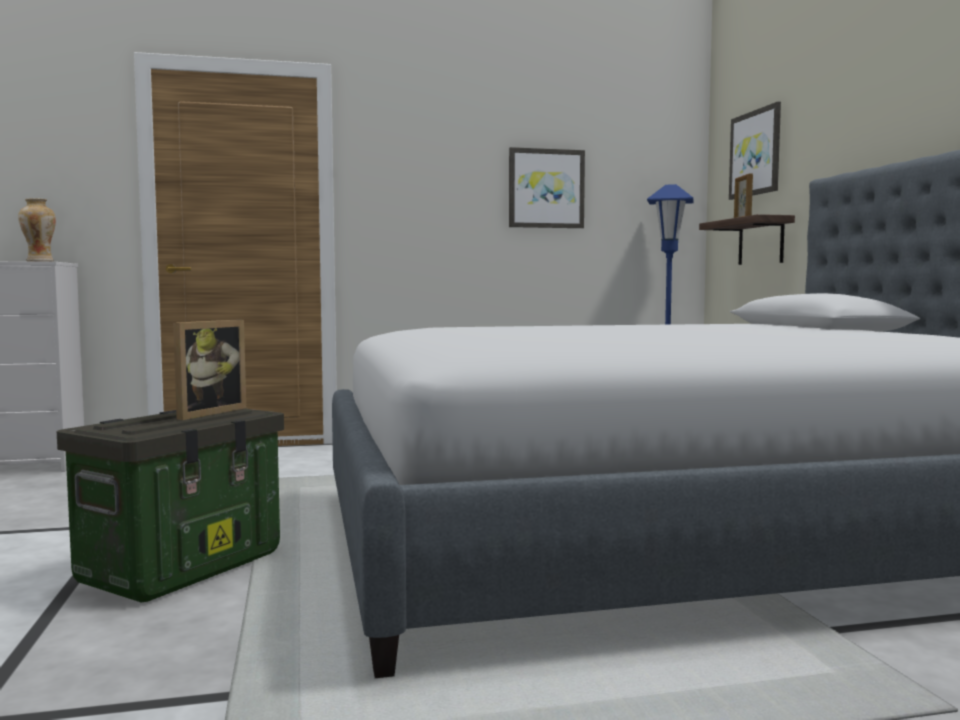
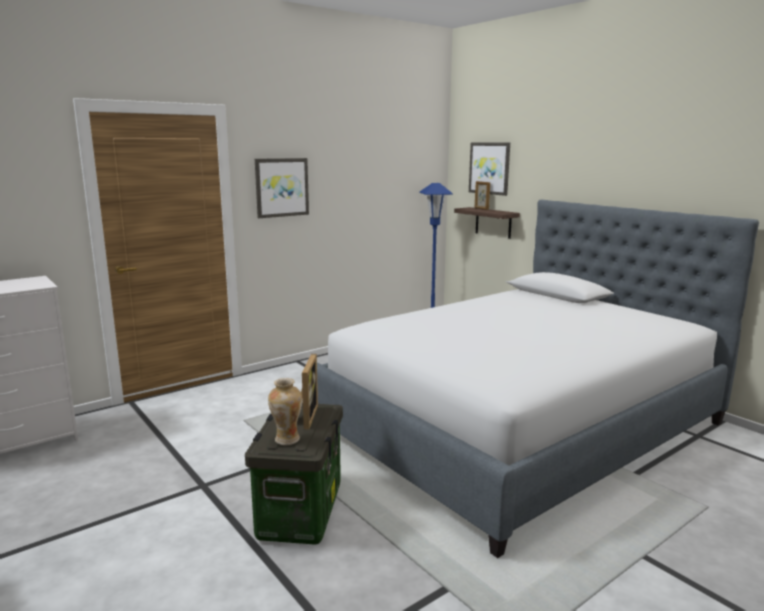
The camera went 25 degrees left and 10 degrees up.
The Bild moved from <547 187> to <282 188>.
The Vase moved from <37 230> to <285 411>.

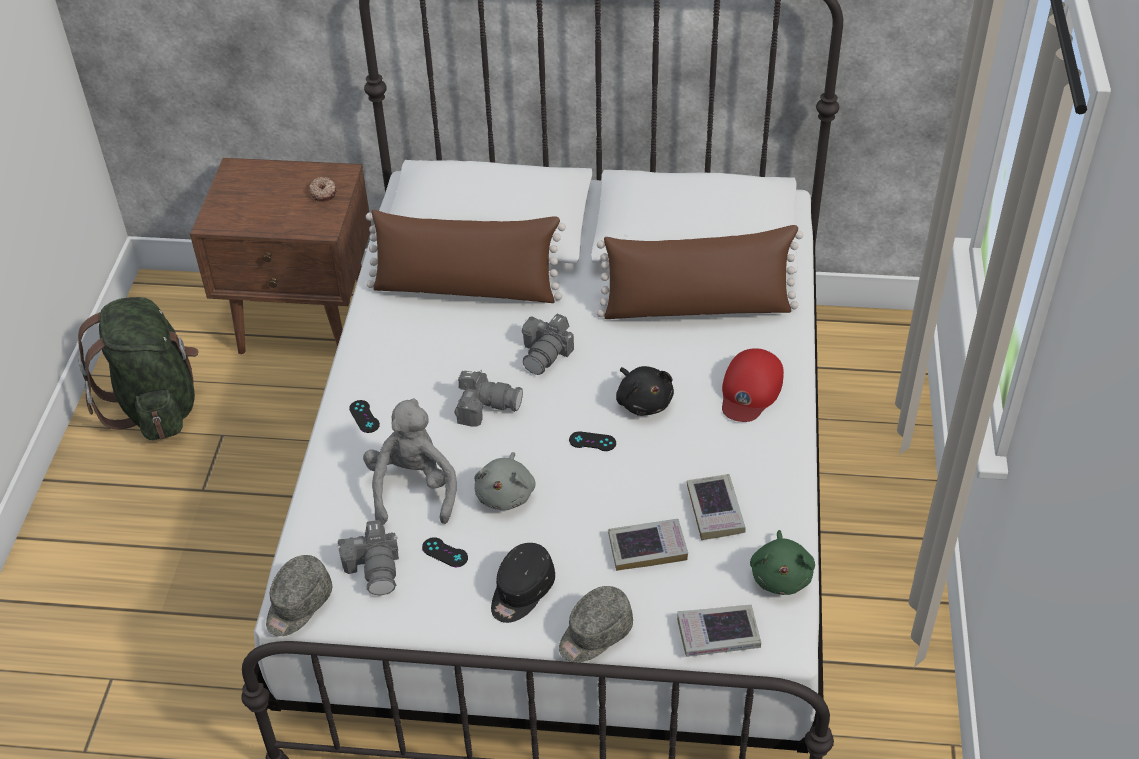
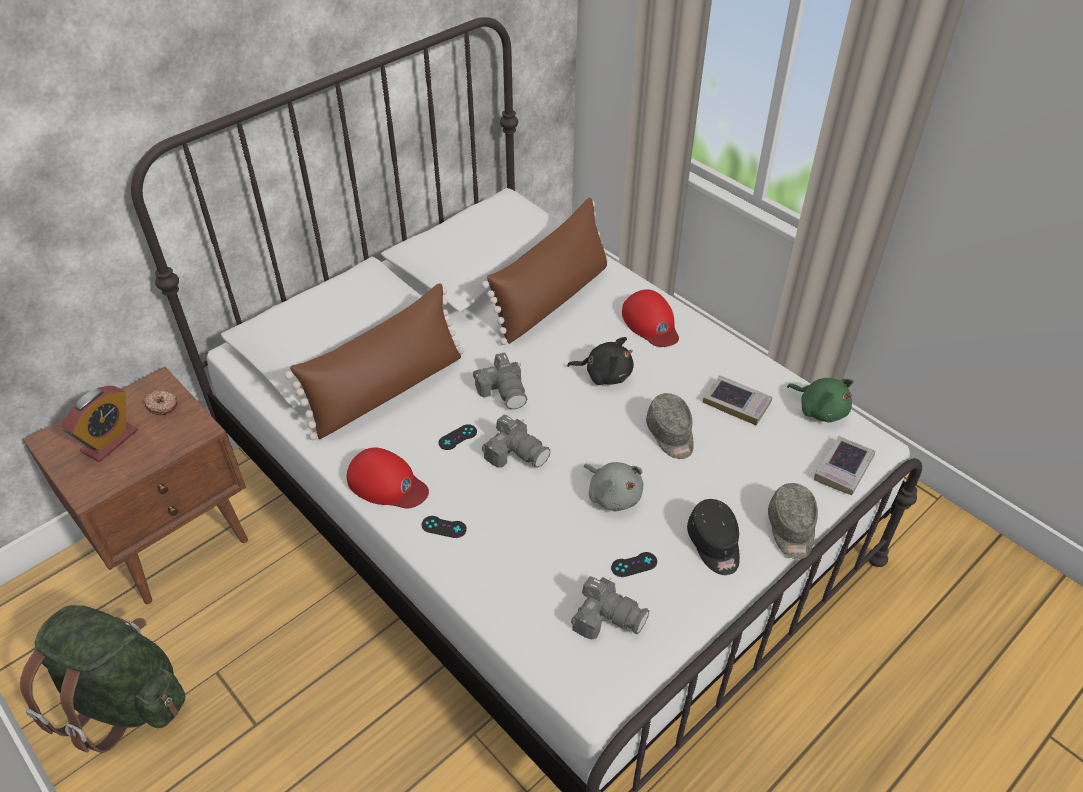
The camera went 50 degrees left and 0 degrees up.
The Wecker at <100 424> appeared.
The Kappe [rot] at <388 478> appeared.
The Gamepad [schwarz] moved from <592 441> to <458 437>.
The Kamera at <489 398> turned 75 degrees clockwise.
The Kappe [grau] moved from <299 595> to <670 426>.
The Plüschtier [grau] at <410 461> disappeared.
The Buch at <648 545> disappeared.

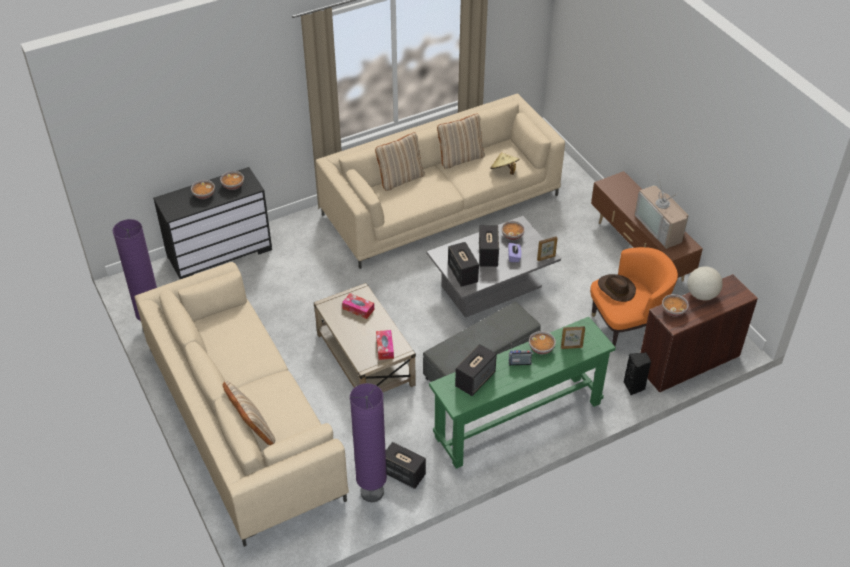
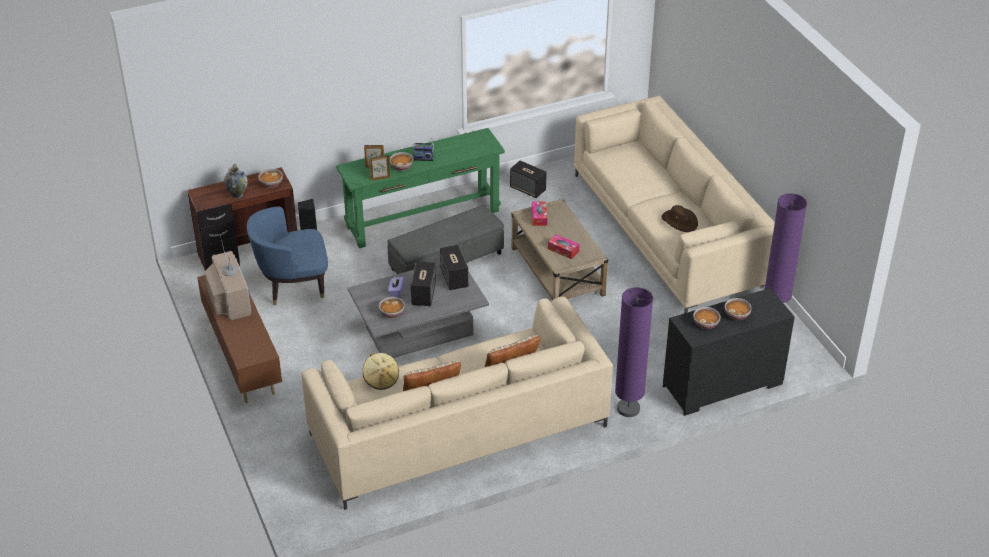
The camera went 175 degrees left and 5 degrees down.
The Globus at <705 283> was replaced by the Vase at <236 181>.
The Sessel [orange] at <634 296> became the Sessel [blau] at <287 256>.
The Bilderrahmen moved from <547 248> to <379 168>.
The Stehlampe [lila] moved from <368 442> to <634 352>.
The Hut [braun] moved from <617 288> to <679 218>.
The Kissen [beige] at <249 413> disappeared.
The Lautsprecher at <476 370> disappeared.

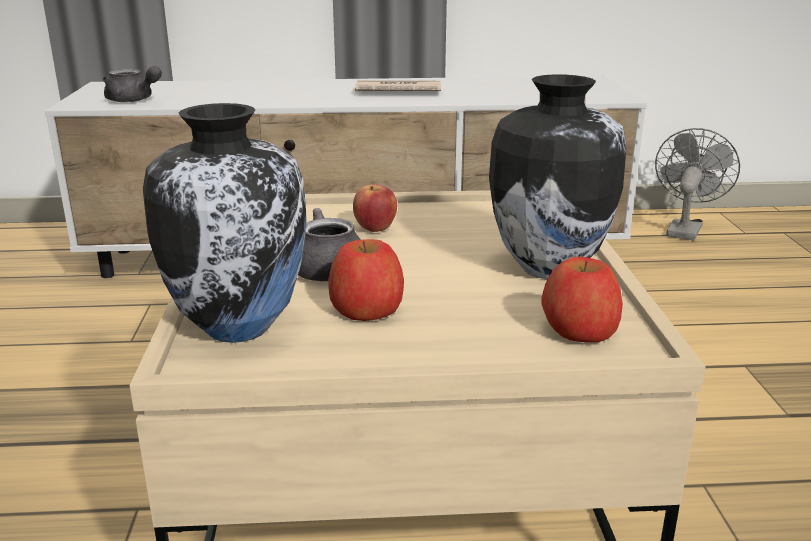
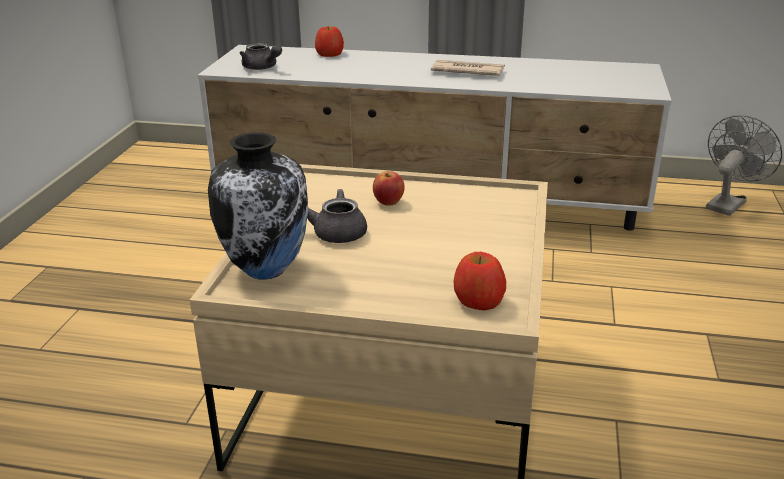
The camera went 15 degrees right and 5 degrees up.
The Apfel moved from <366 280> to <329 42>.
The Vase at <557 176> disappeared.

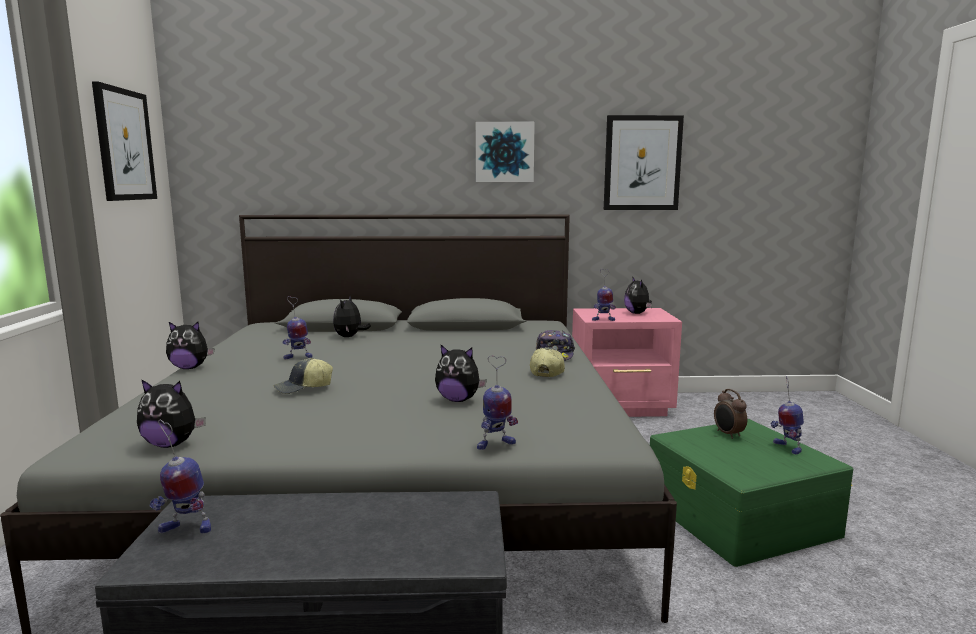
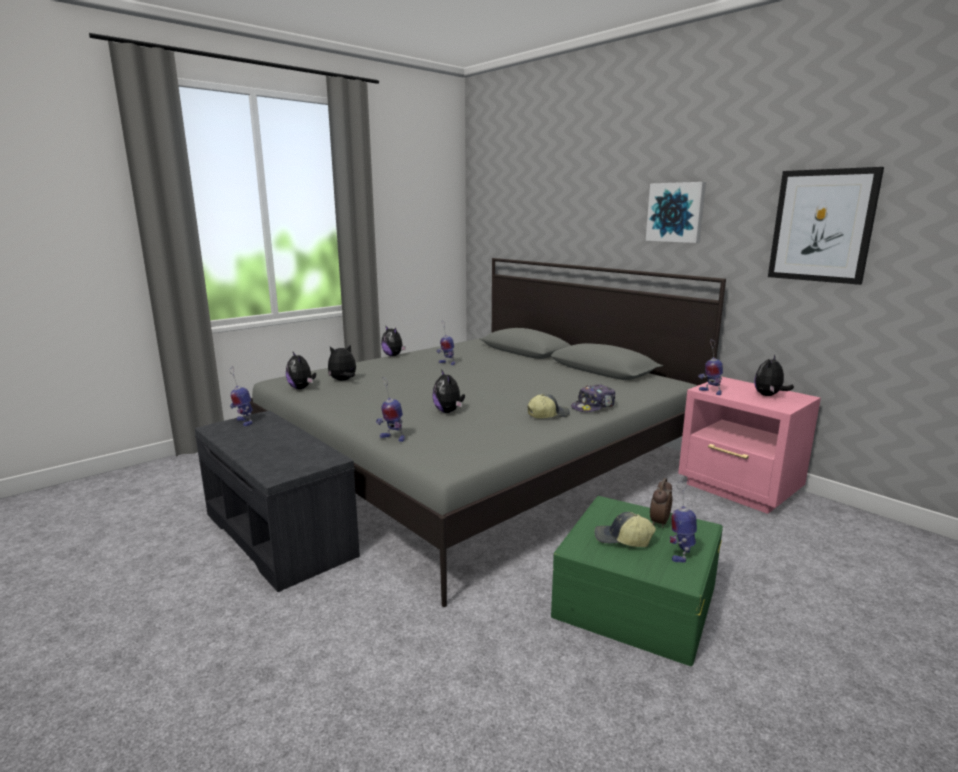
The camera went 50 degrees right and 5 degrees up.
The Plüschtier moved from <352 316> to <342 362>.
The Kappe moved from <303 376> to <625 529>.
The Bild at <124 141> disappeared.

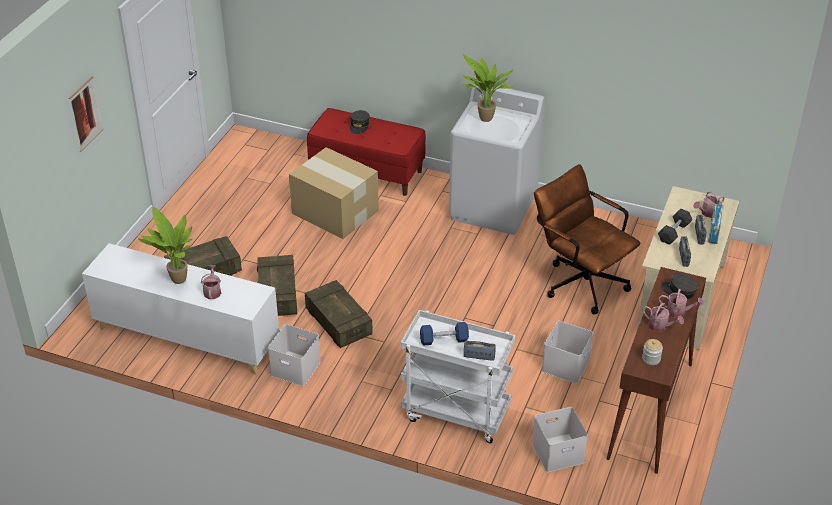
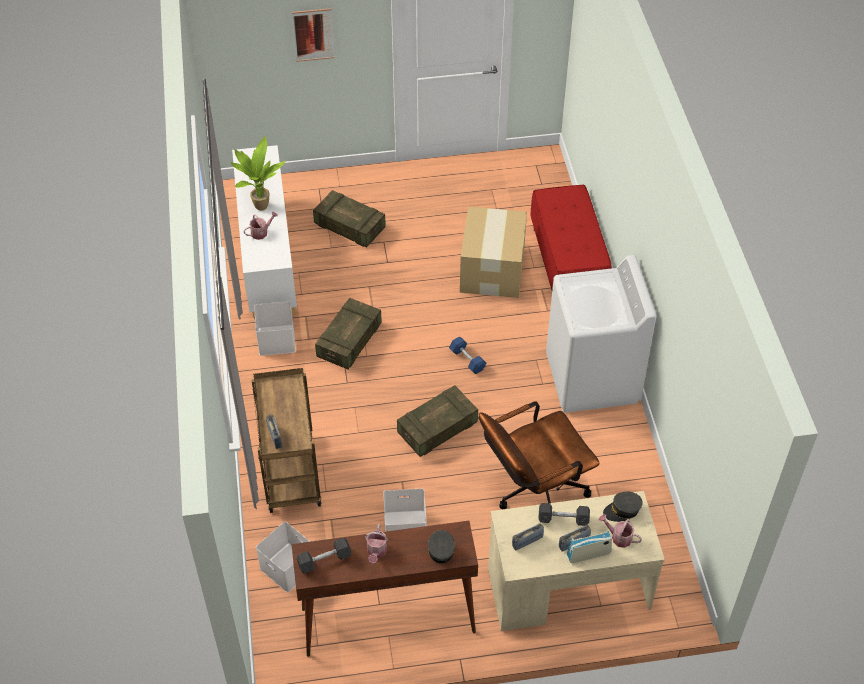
The camera went 60 degrees right and 10 degrees up.
The Rollwagen [weiß] at <458 377> became the Rollwagen [braun] at <286 440>.
The Vorratsglas at <652 352> was replaced by the Hantel [grau] at <324 556>.
The Kiste moved from <277 285> to <437 421>.
The Hantel [blau] moved from <444 334> to <467 355>.
The Bürostuhl [braun] at <587 239> turned 135 degrees counterclockwise.
The Kappe [grau] moved from <360 122> to <623 506>.
The Topfpflanze at <488 88> disappeared.
The Gießkanne at <681 303> disappeared.

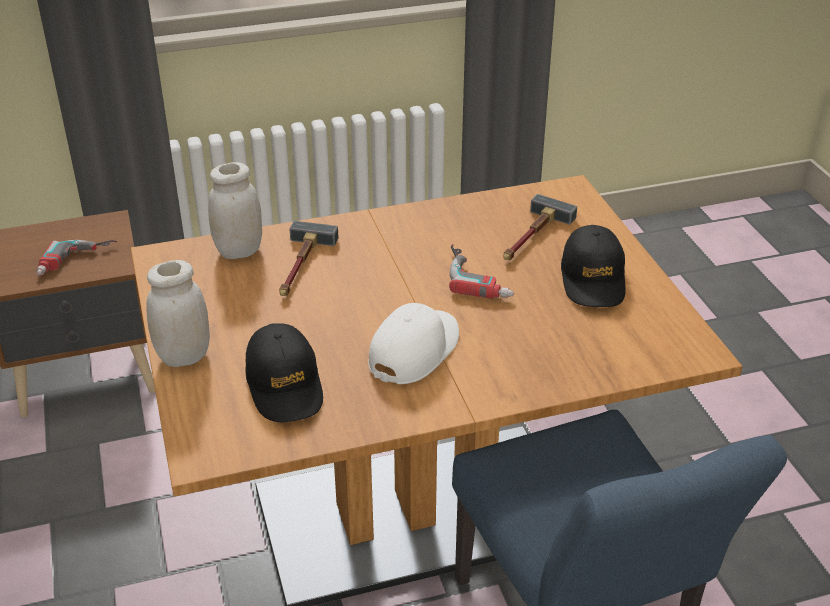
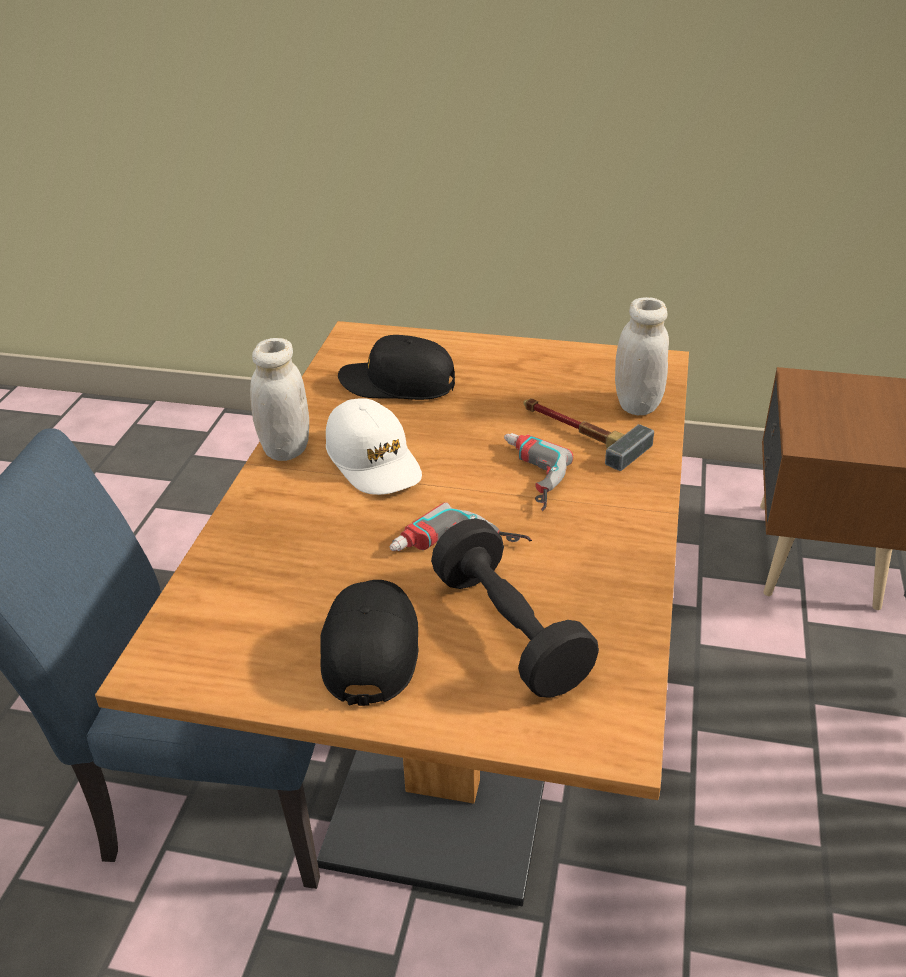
The camera went 120 degrees right and 0 degrees up.
The Vorratsglas [weiß] moved from <178 313> to <279 399>.
The Kappe [schwarz] at <593 266> turned 60 degrees clockwise.
The Hammer at <540 227> was replaced by the Hantel [schwarz] at <515 608>.
The Bohrmaschine moved from <76 258> to <538 472>.

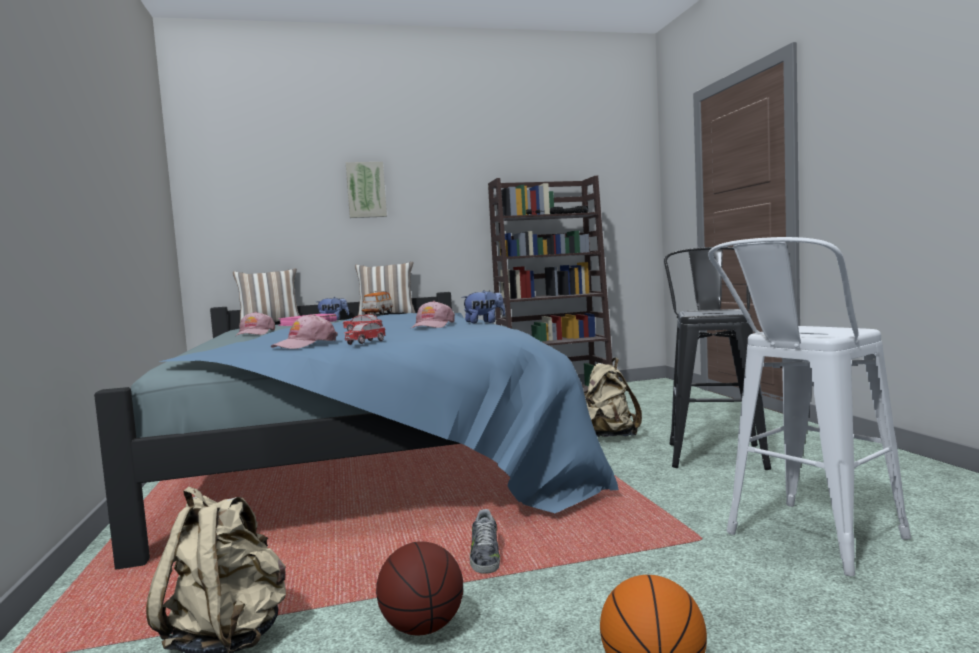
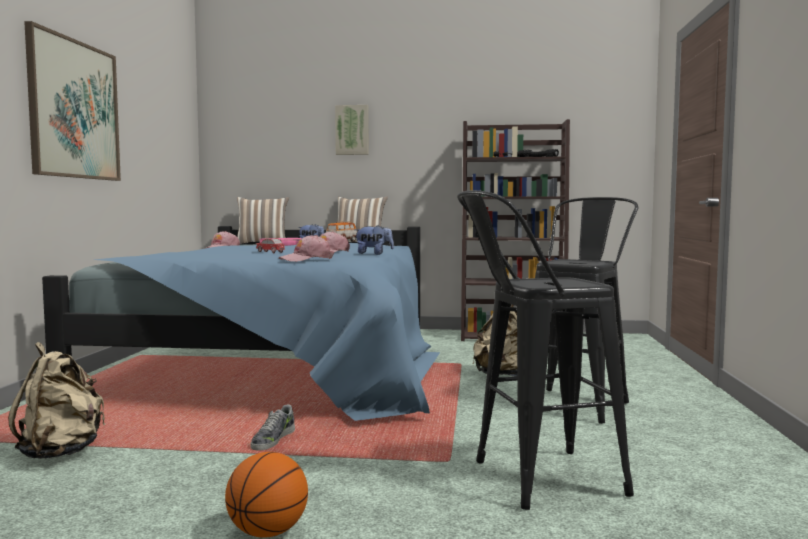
The camera went 20 degrees right and 0 degrees up.
The Bild at <72 101> appeared.
The Kappe [rosa] moved from <304 331> to <306 248>.
The Hocker [weiß] at <809 406> became the Hocker [schwarz] at <545 350>.
The Spielzeugauto at <365 333> disappeared.
The Basketball at <419 588> disappeared.

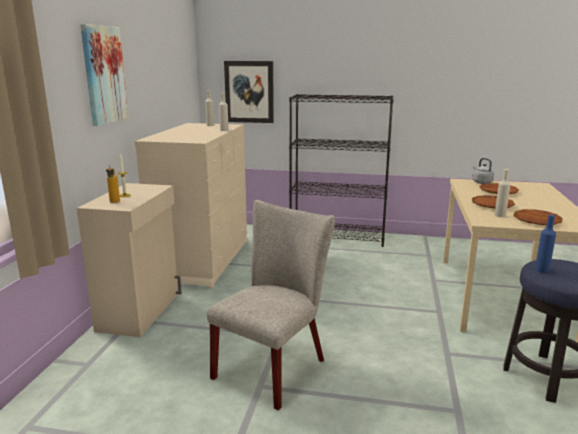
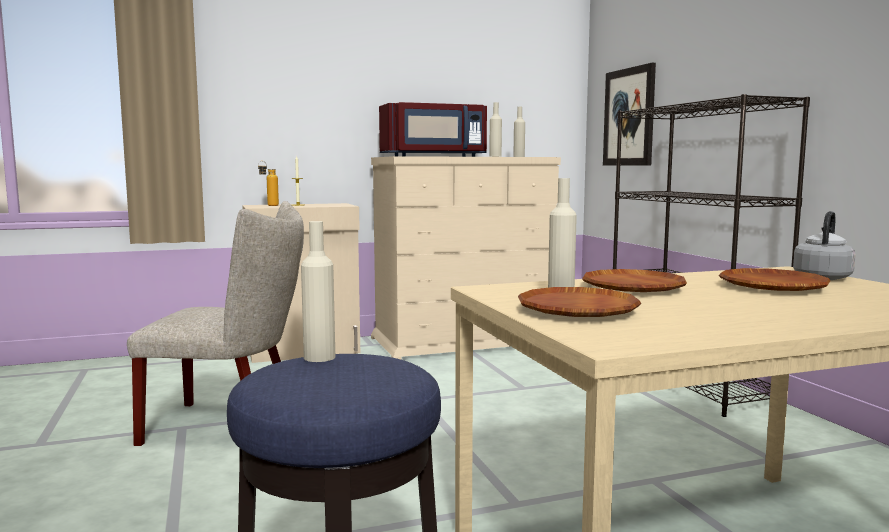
The camera went 60 degrees right and 10 degrees down.
The Flasche [blau] at <545 244> became the Flasche [beige] at <318 291>.
The Mikrowelle [rot] at <433 129> appeared.
The Bild at <104 75> disappeared.

